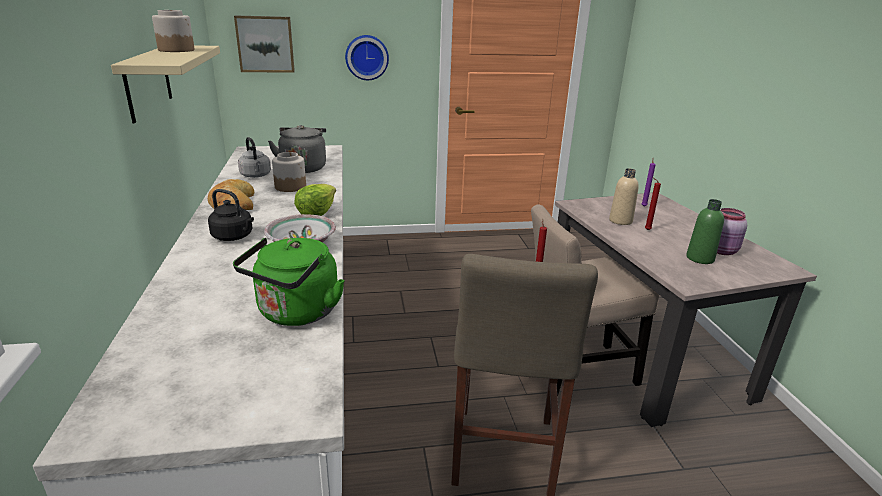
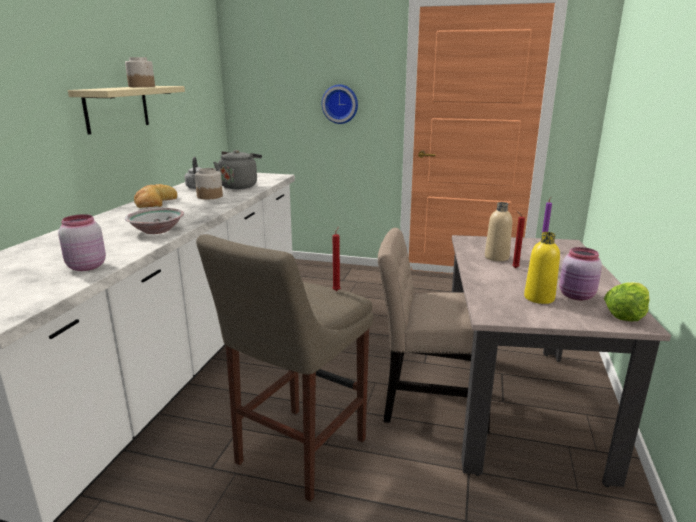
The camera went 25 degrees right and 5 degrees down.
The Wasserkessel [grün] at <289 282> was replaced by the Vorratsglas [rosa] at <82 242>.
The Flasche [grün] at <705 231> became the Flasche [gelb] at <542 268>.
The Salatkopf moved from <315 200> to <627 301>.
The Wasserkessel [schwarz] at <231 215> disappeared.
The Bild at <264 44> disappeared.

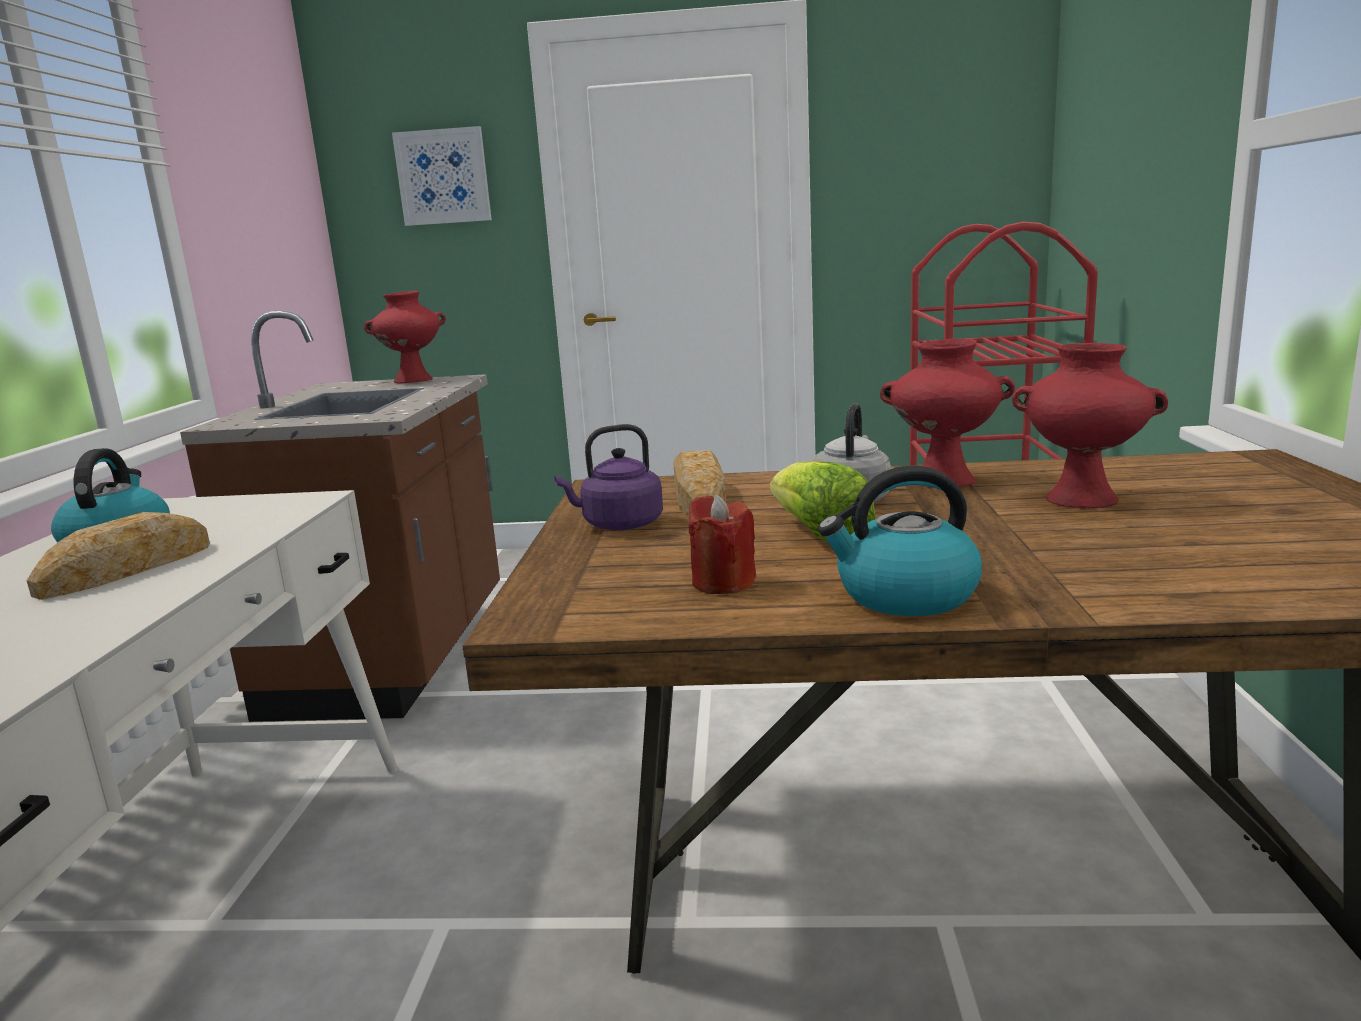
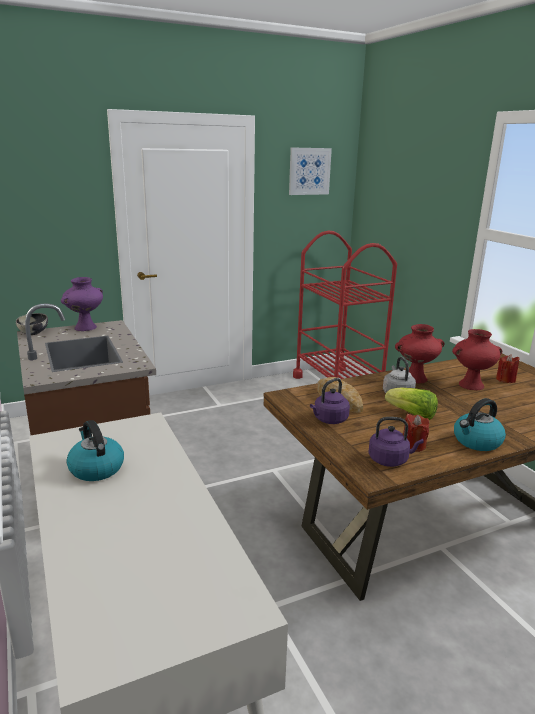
The camera went 30 degrees left and 5 degrees up.
The Schüssel at <32 324> appeared.
The Vase [rot] at <405 337> became the Vase [lila] at <82 304>.
The Bild moved from <442 176> to <310 171>.
The Wasserkessel [lila] at <396 442> appeared.
The Kerze [rot] at <507 368> appeared.
The Brot at <118 556> disappeared.

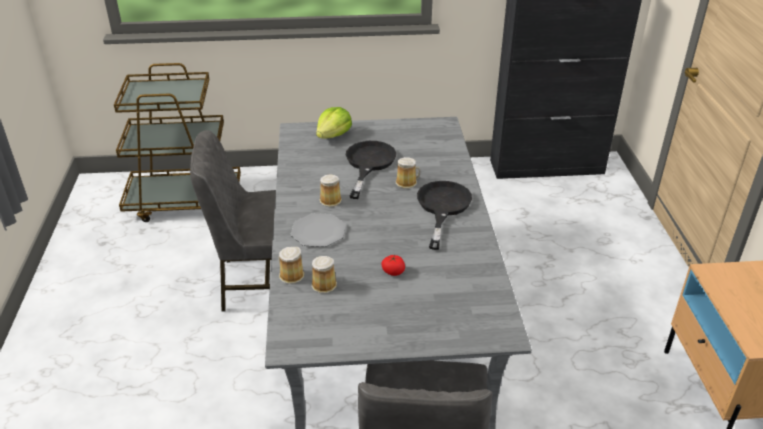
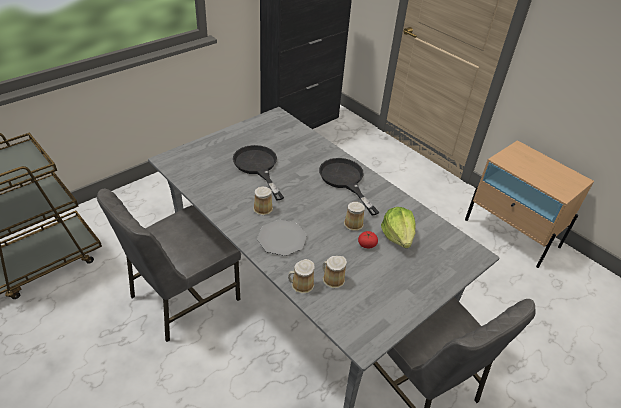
The camera went 40 degrees left and 5 degrees up.
The Henkelbecher moved from <408 173> to <354 216>.
The Salatkopf moved from <334 123> to <398 227>.

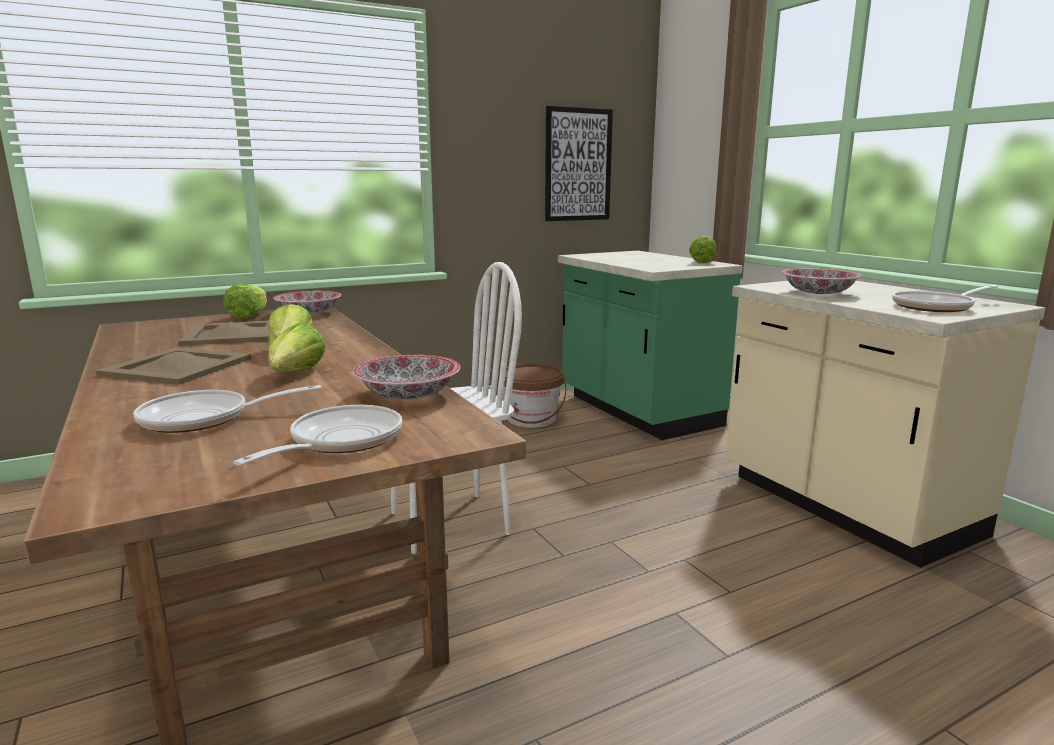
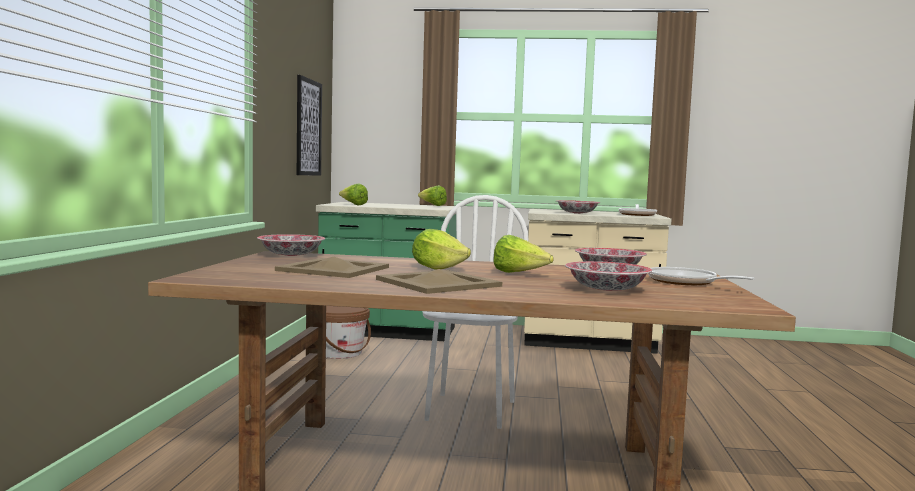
The camera went 55 degrees left and 10 degrees down.
The Salatkopf moved from <245 301> to <353 194>.
The Pfanne at <227 409> was replaced by the Schüssel at <608 276>.

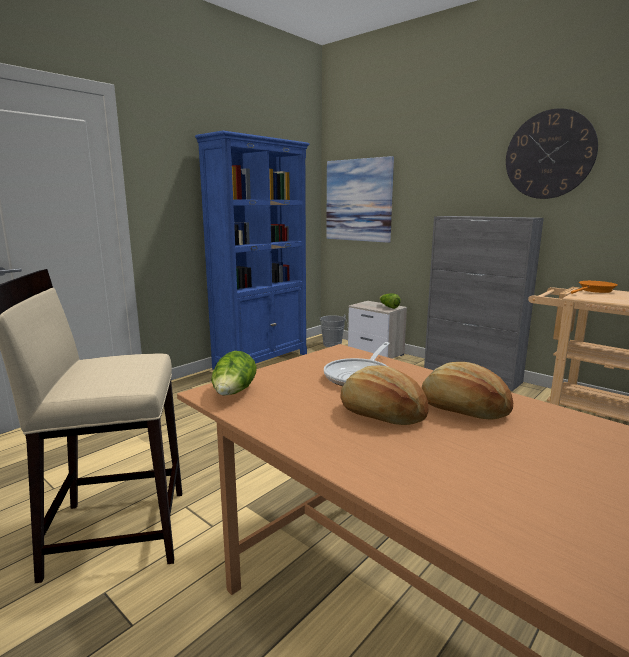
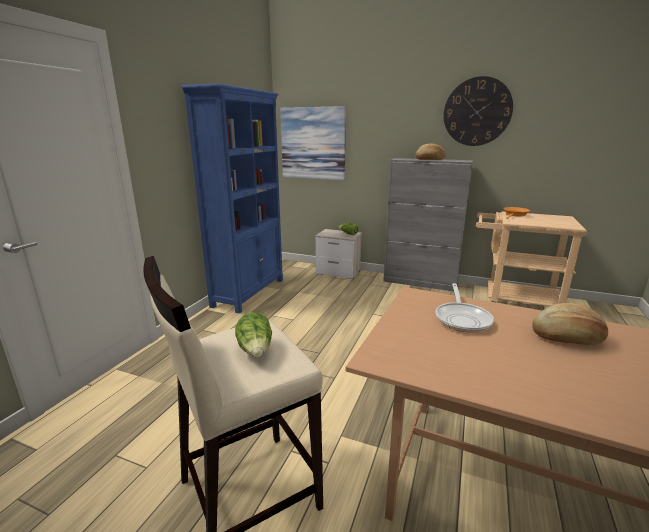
The camera went 20 degrees left and 5 degrees up.
The Salatkopf moved from <233 373> to <253 334>.
The Brot moved from <384 395> to <430 151>.
The Eimer [grau] at <333 331> disappeared.

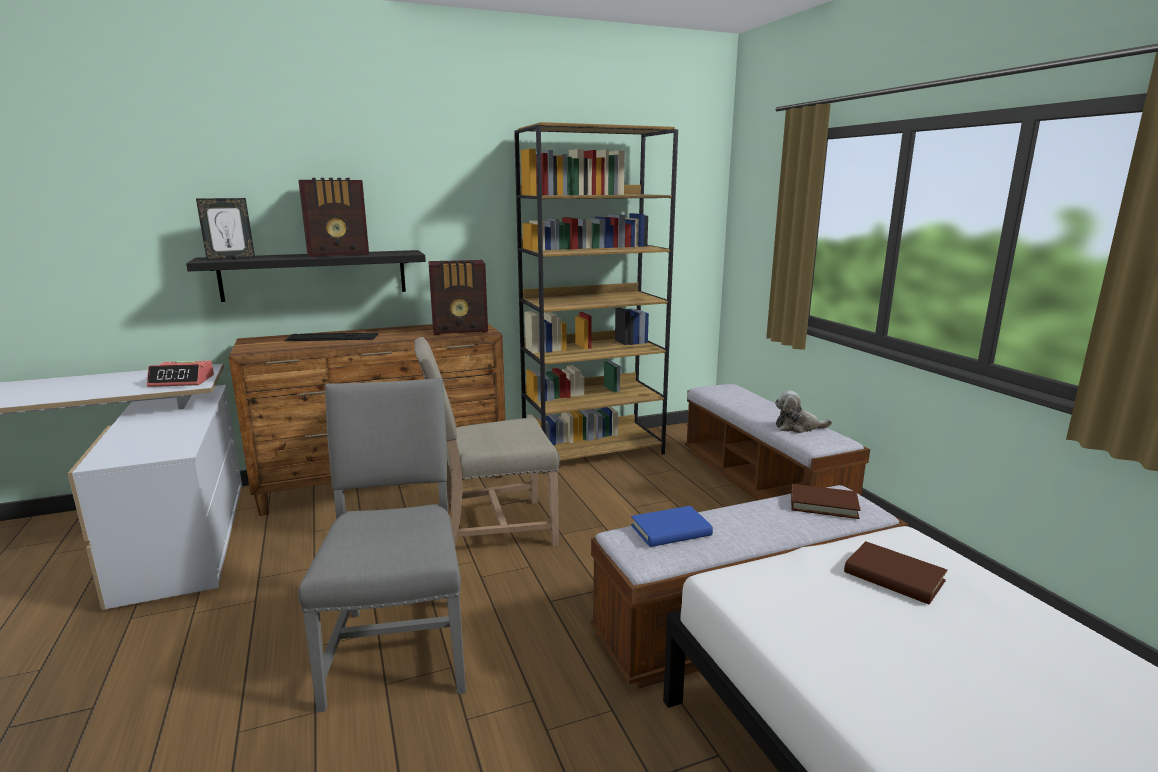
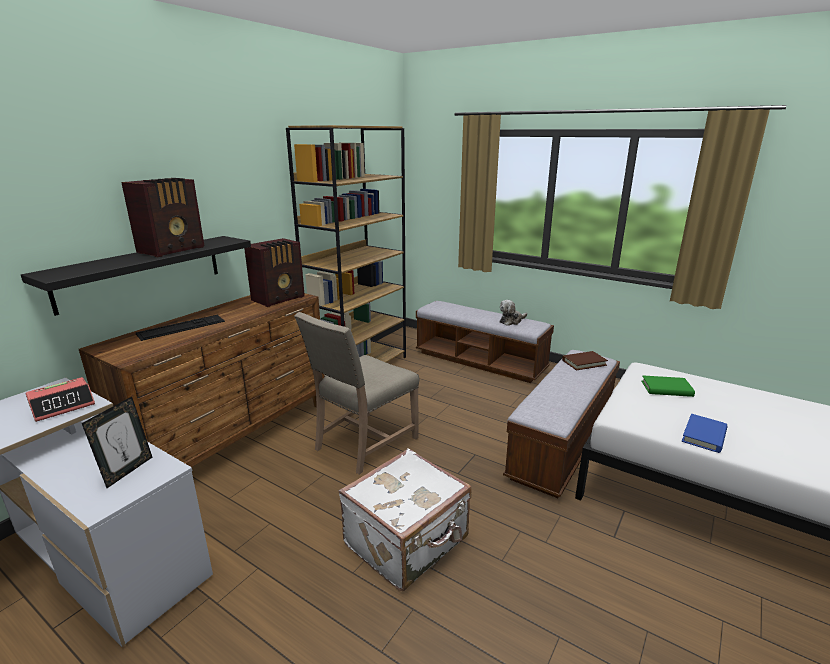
The camera went 35 degrees left and 5 degrees up.
The Bilderrahmen moved from <225 229> to <117 442>.
The Stuhl [grau] at <382 545> was replaced by the Koffer [weiß] at <405 519>.
The Buch [braun] at <896 573> became the Buch [grün] at <668 386>.
The Buch [blau] moved from <672 526> to <704 433>.

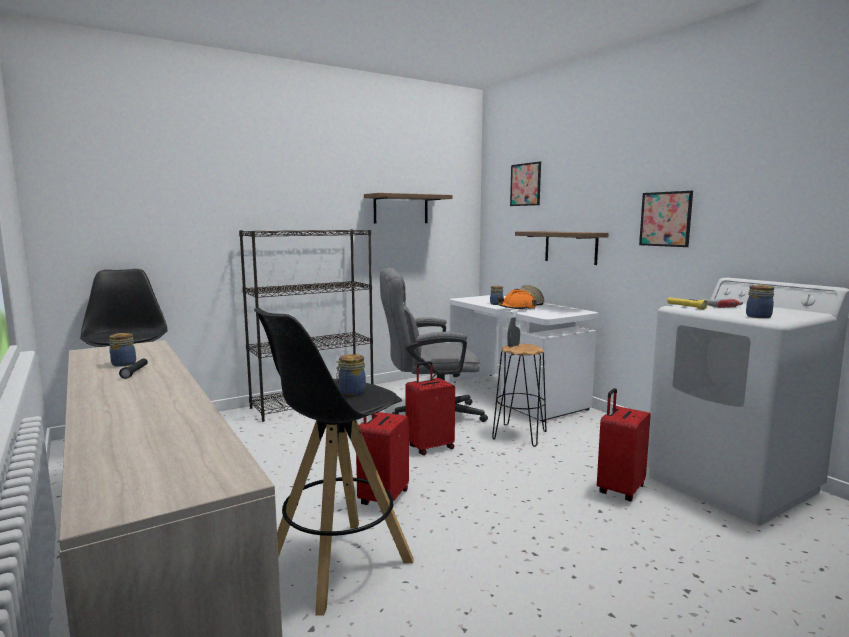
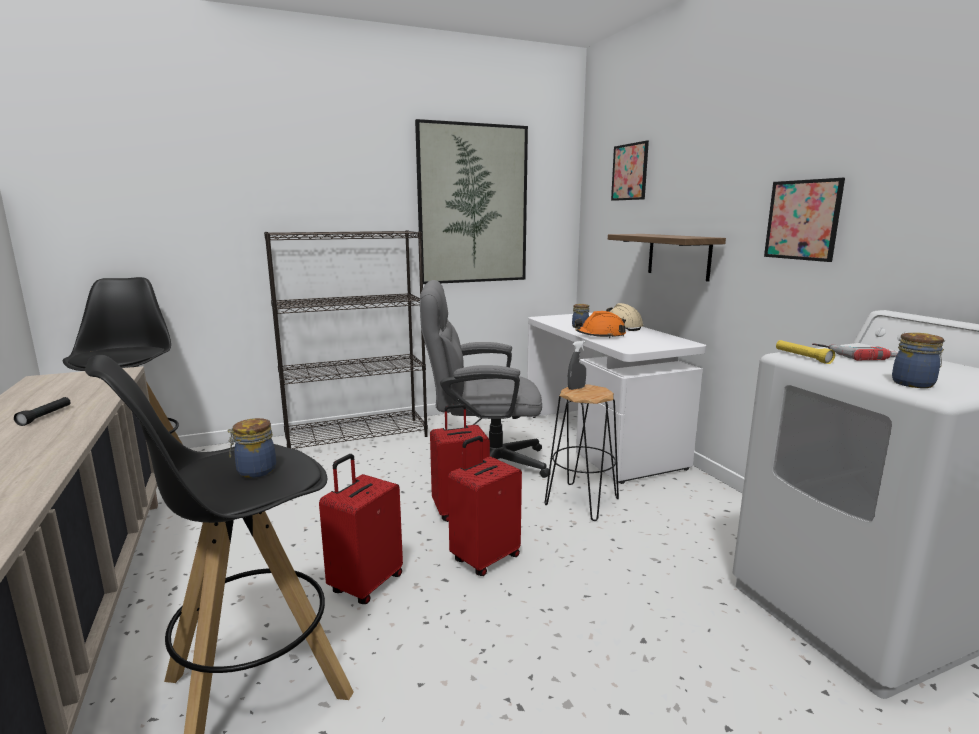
The camera went 10 degrees right and 5 degrees up.
The Wandregal at <408 208> was replaced by the Bild at <471 201>.
The Koffer [rot] moved from <624 445> to <485 506>.
The Vorratsglas at <122 350> disappeared.

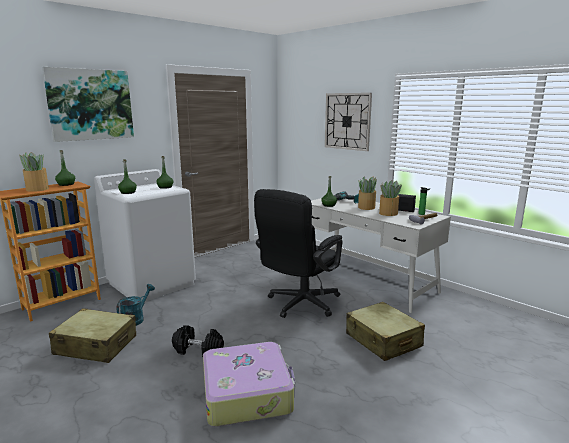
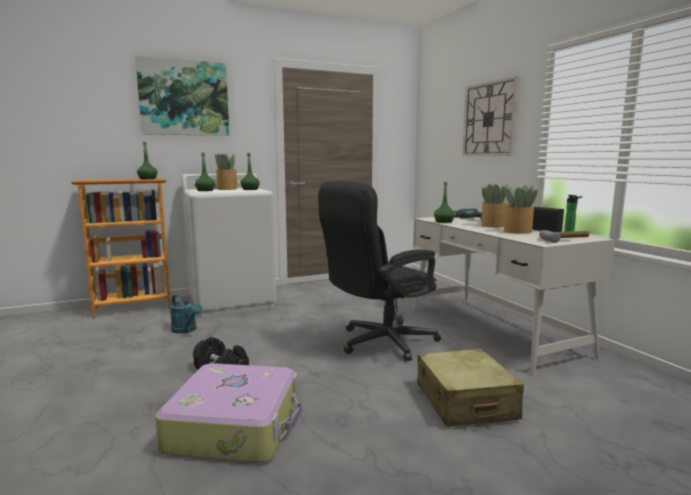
The camera went 20 degrees right and 5 degrees down.
The Gießkanne [türkis] at <135 305> turned 90 degrees clockwise.
The Topfpflanze moved from <34 172> to <226 171>.
The Koffer [beige] at <92 335> disappeared.

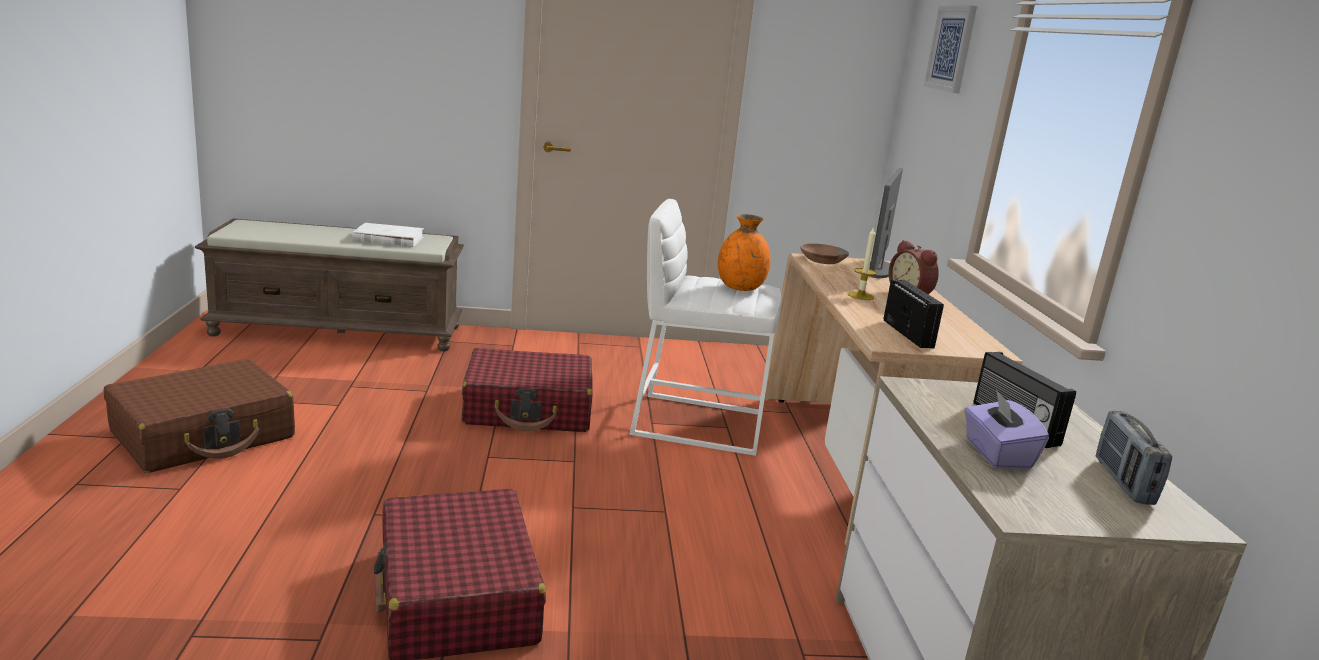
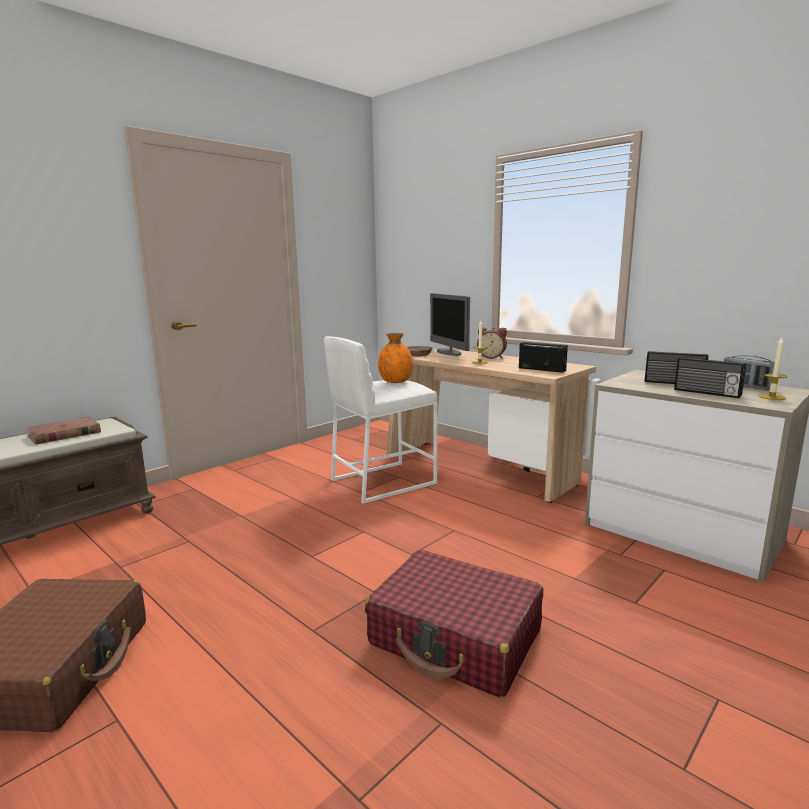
The camera went 40 degrees left and 5 degrees down.
The Buch [weiß] at <388 235> became the Buch [braun] at <64 430>.
The Taschentuchbox [lila] at <1007 429> was replaced by the Radio at <710 377>.
The Kerze at <773 368> appeared.
The Koffer [rot] at <527 390> disappeared.
The Bild at <950 50> disappeared.

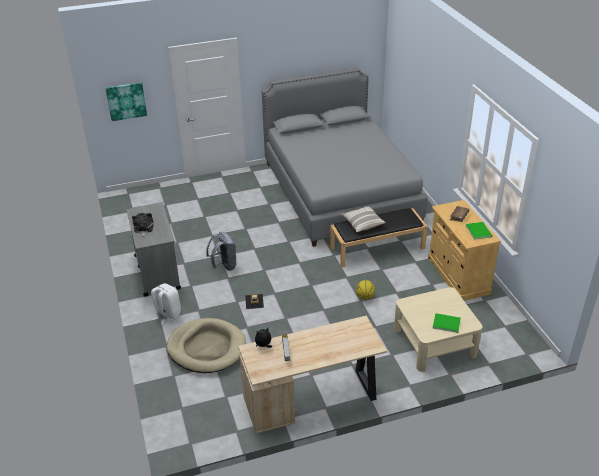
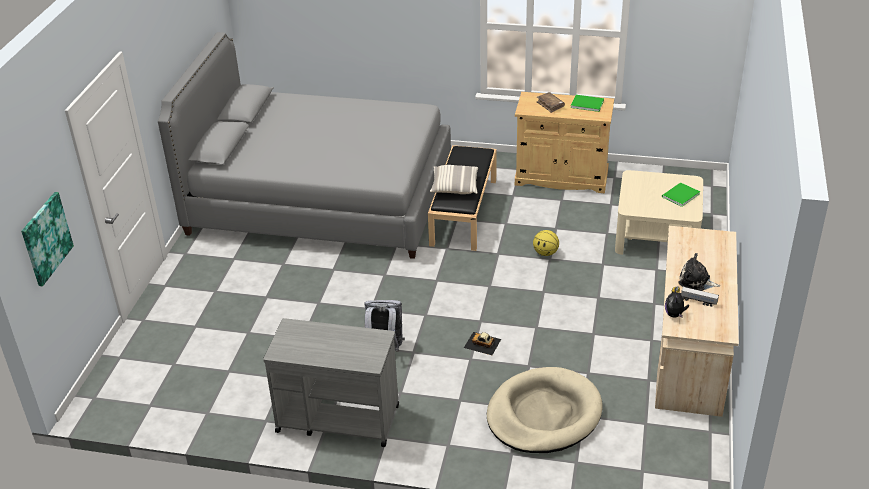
The camera went 60 degrees left and 0 degrees up.
The Plüschtier moved from <143 225> to <699 272>.
The Rucksack [weiß] at <166 304> disappeared.

